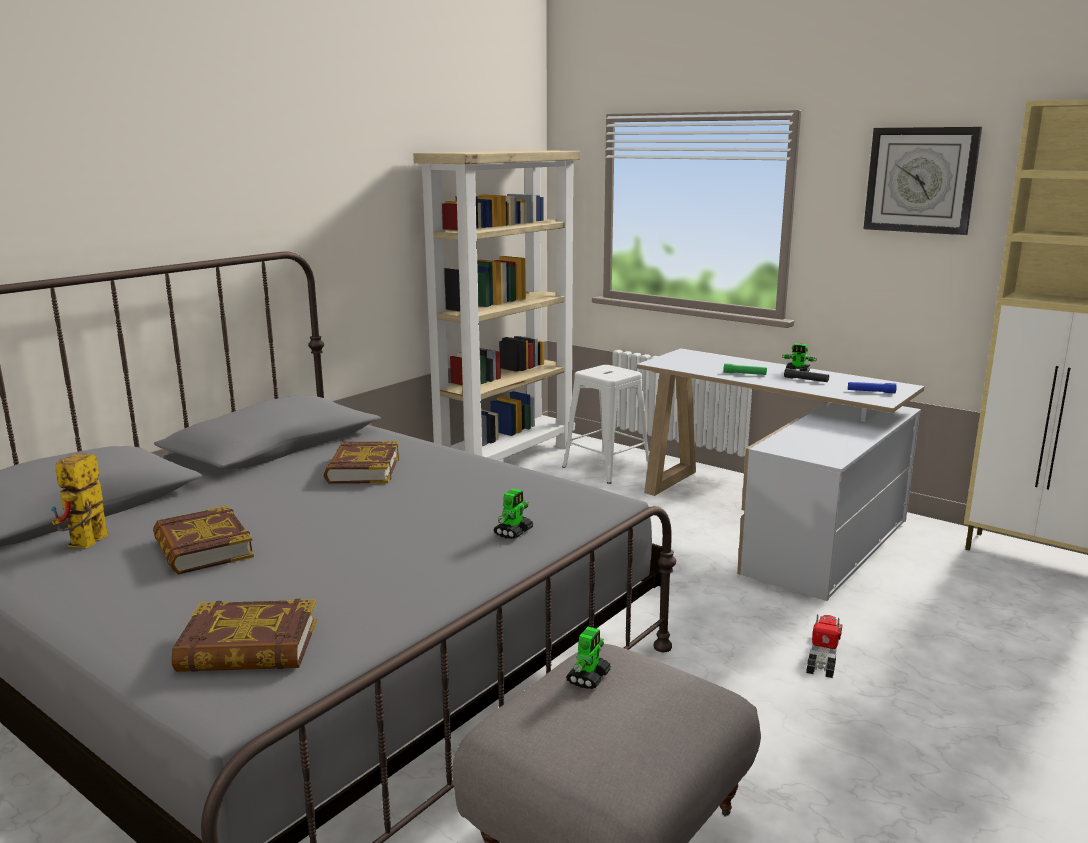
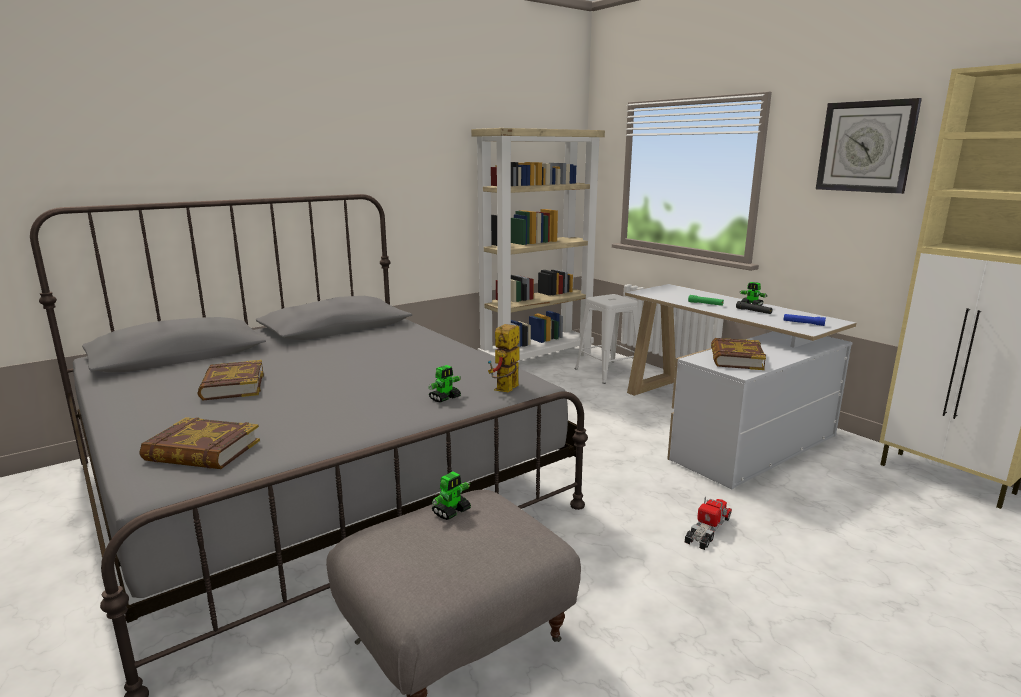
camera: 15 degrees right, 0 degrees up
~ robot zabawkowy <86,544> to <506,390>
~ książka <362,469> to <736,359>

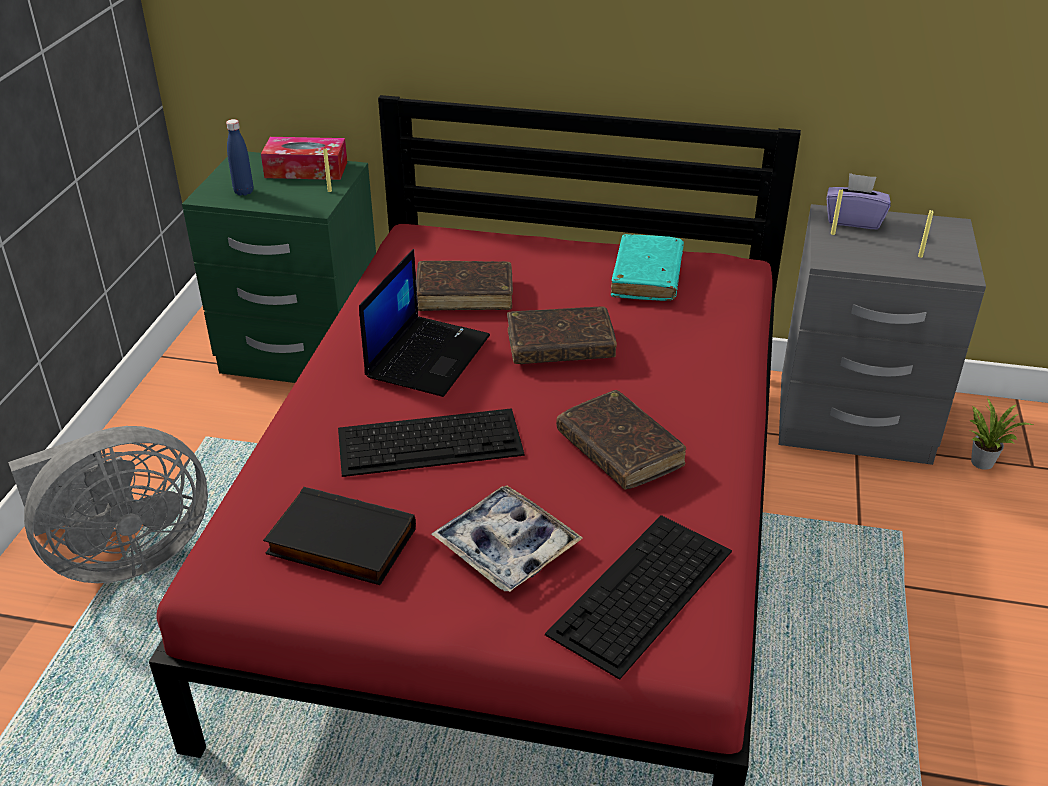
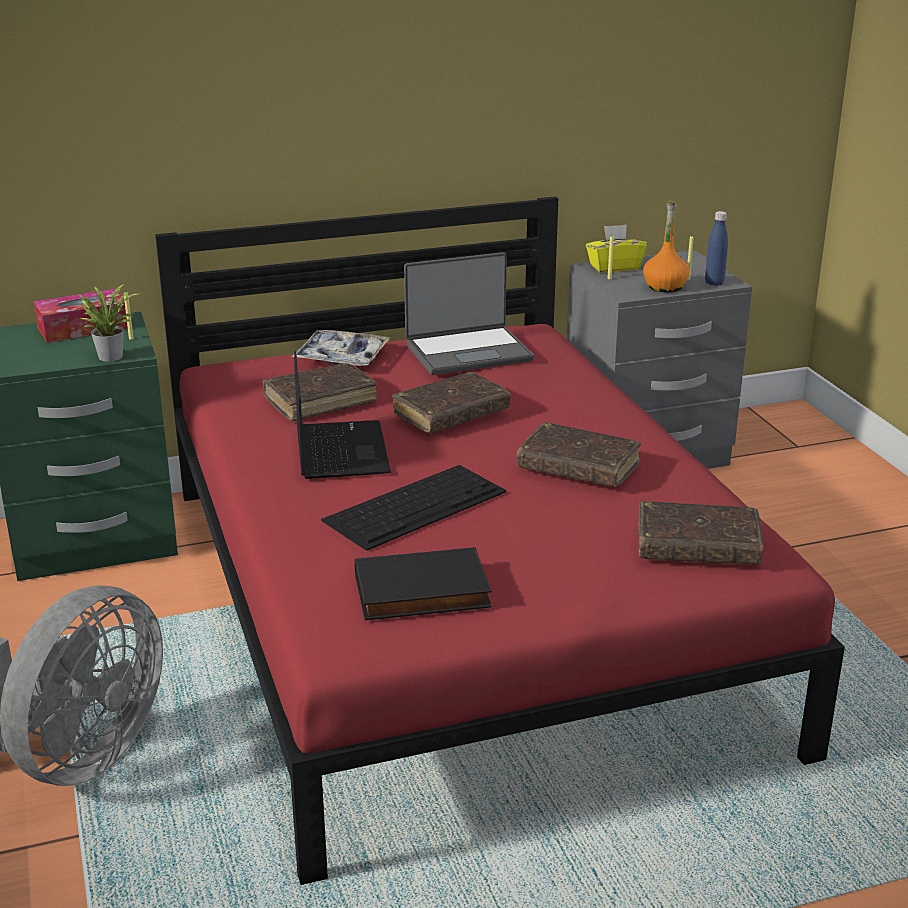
camera: 30 degrees left, 10 degrees down
~ roślina doniczkowa <982,460> to <110,355>
~ taca <506,547> to <342,357>
~ książka (turkusowy) <647,277> to laptop <468,352>
~ pudełko chusteczek (fioletowy) <853,220> to pudełko chusteczek (żółty) <614,267>
~ klawiatura <641,593> to książka (brązowy) <697,547>
+ butelka (pomarańczowy) <665,286>
~ butelka (niebieski) <244,192> to <714,283>

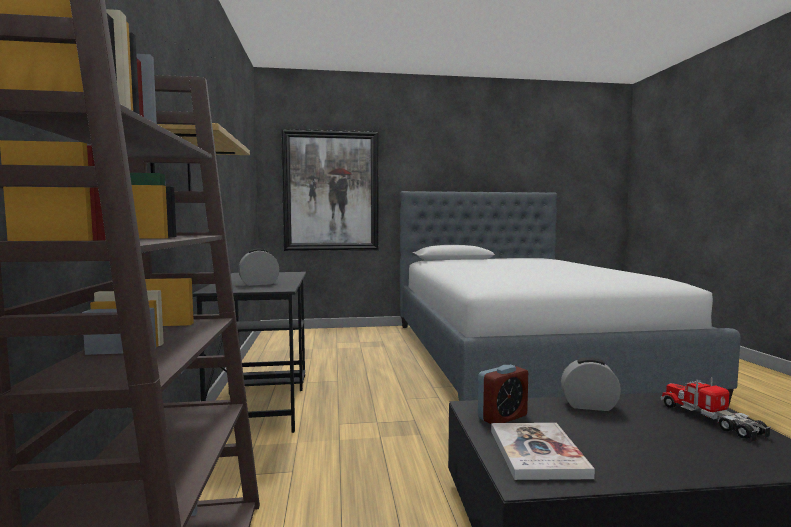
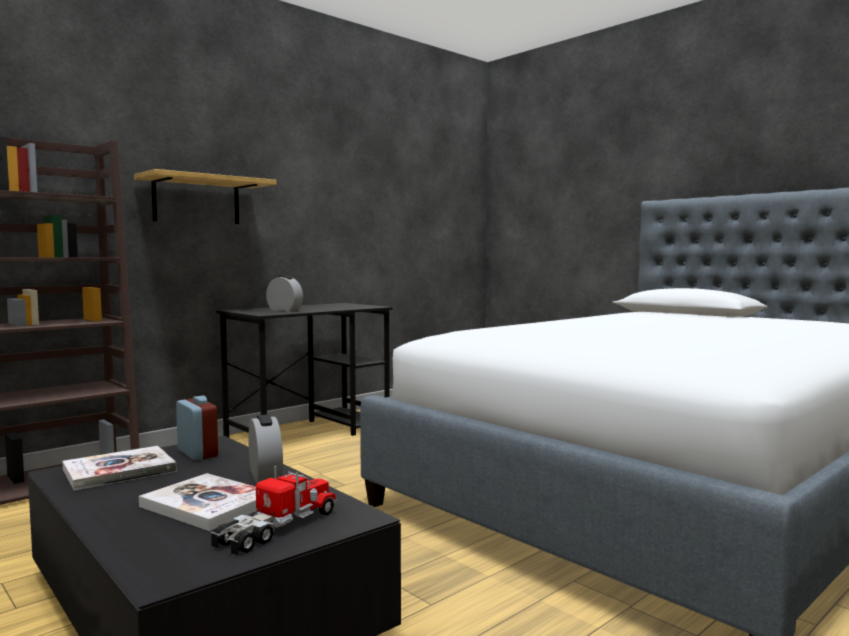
camera: 55 degrees right, 0 degrees up
+ książka <208,504>
~ budzik <502,417> = <197,453> 150 degrees counterclockwise
- obraz <331,191>

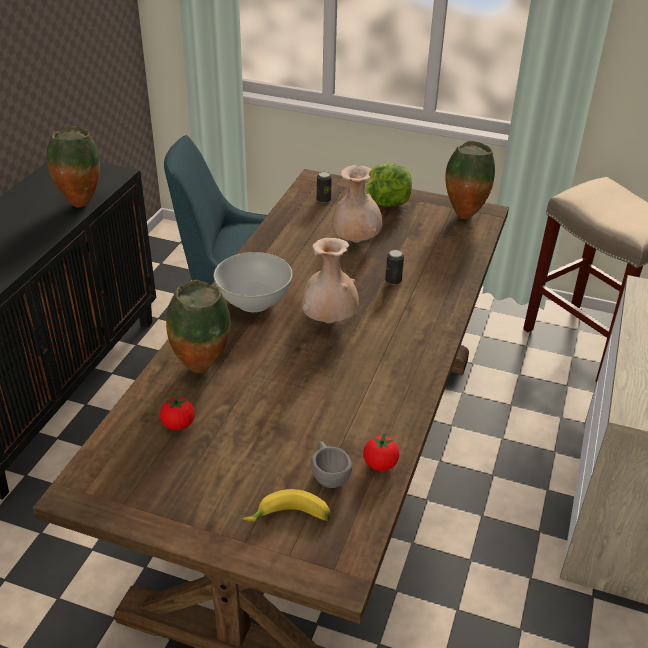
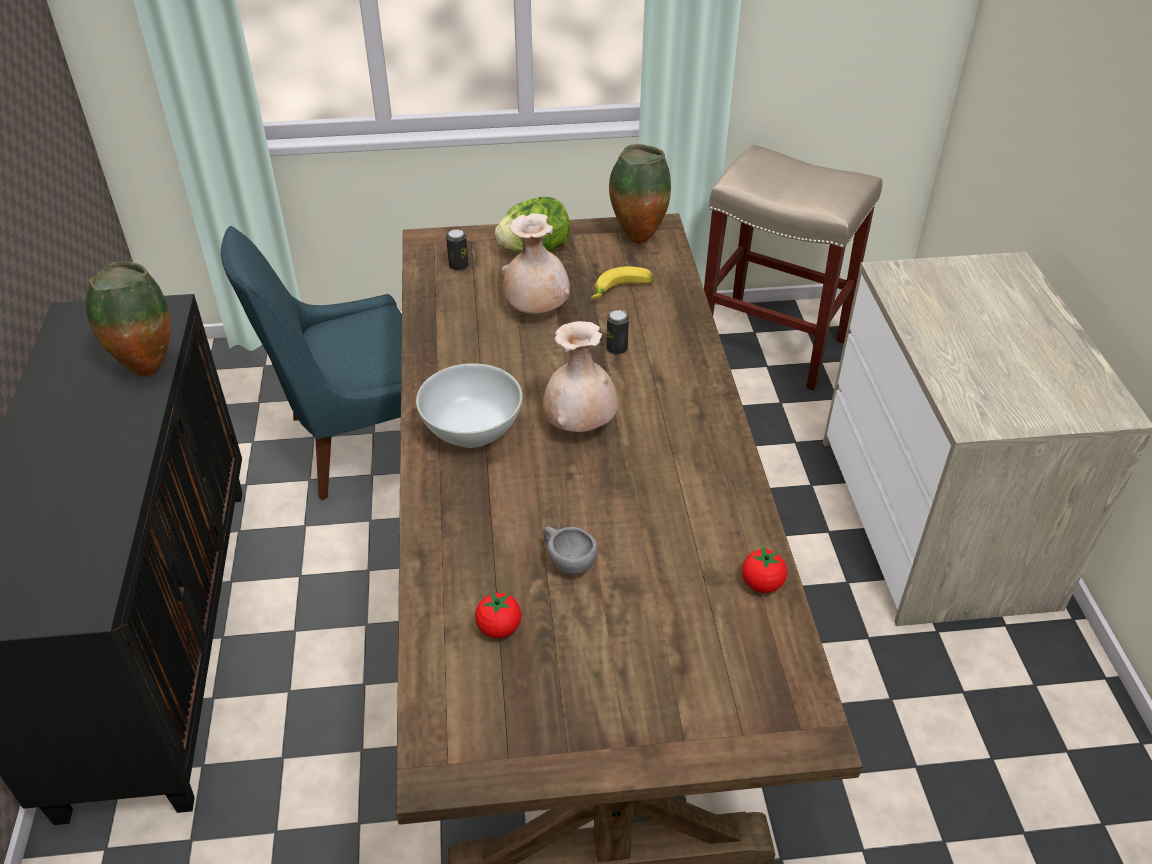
camera: 25 degrees left, 5 degrees up
~ filiżanka (szary) <328,475> to <567,561>
~ banan <289,519> to <622,292>
- wazon <202,367>

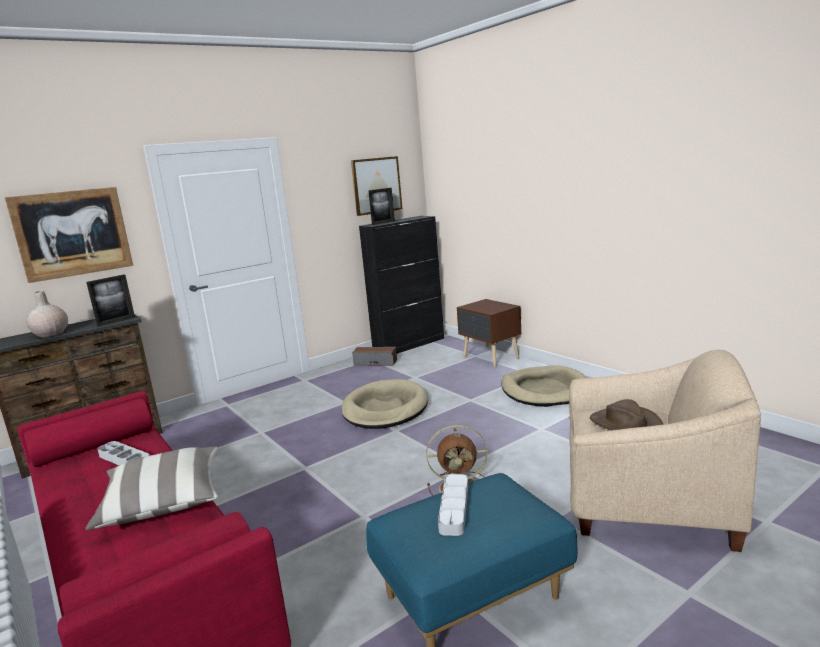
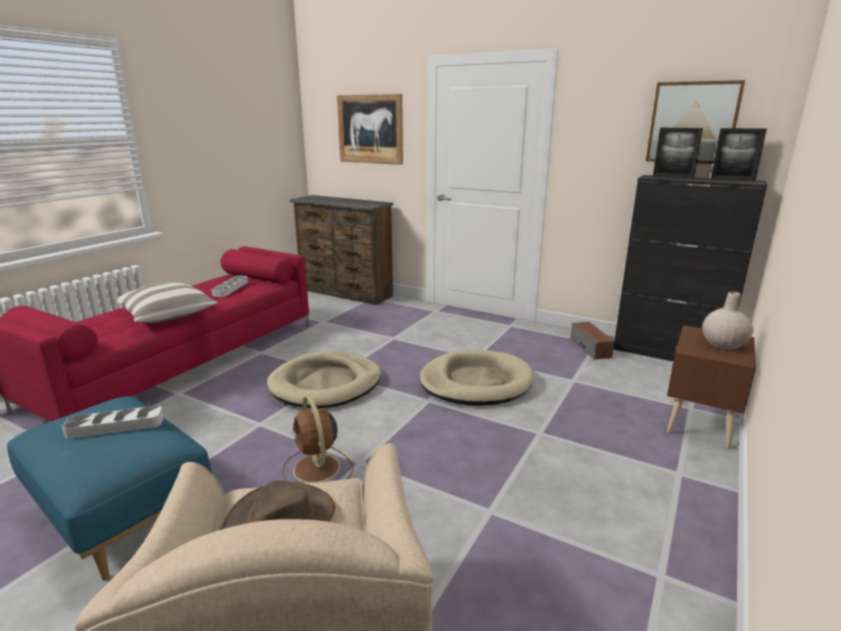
camera: 65 degrees right, 5 degrees up
~ legowisko (beżowy) <545,390> to <326,384>
~ wazon (beżowy) <50,334> to <723,344>
~ ramka na zdjęcie <116,321> to <732,180>

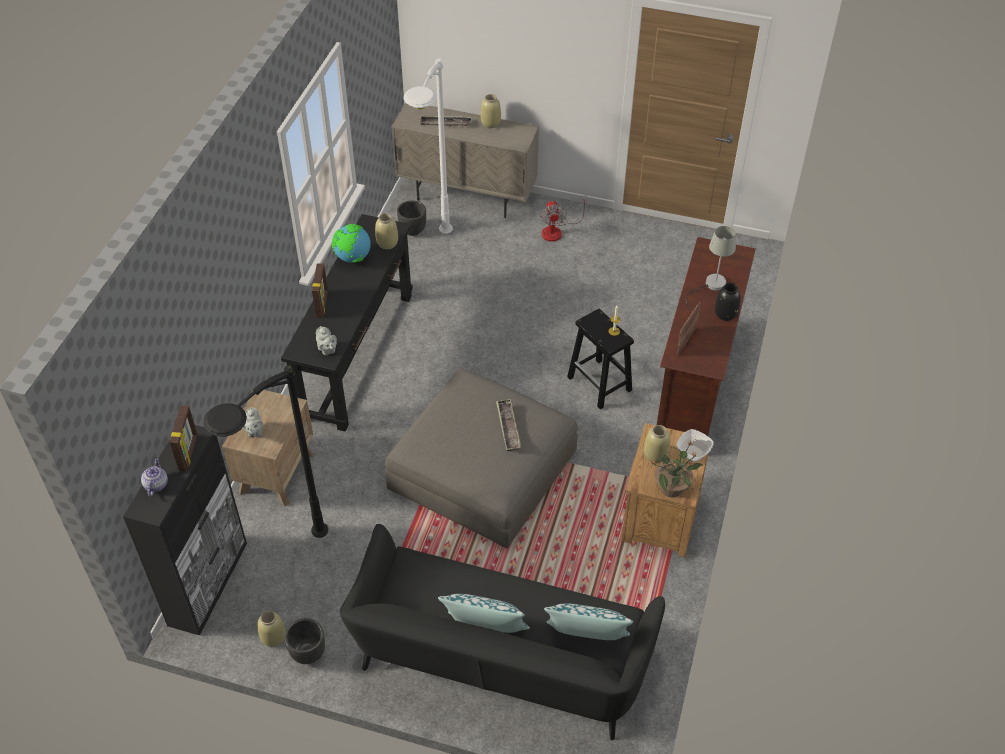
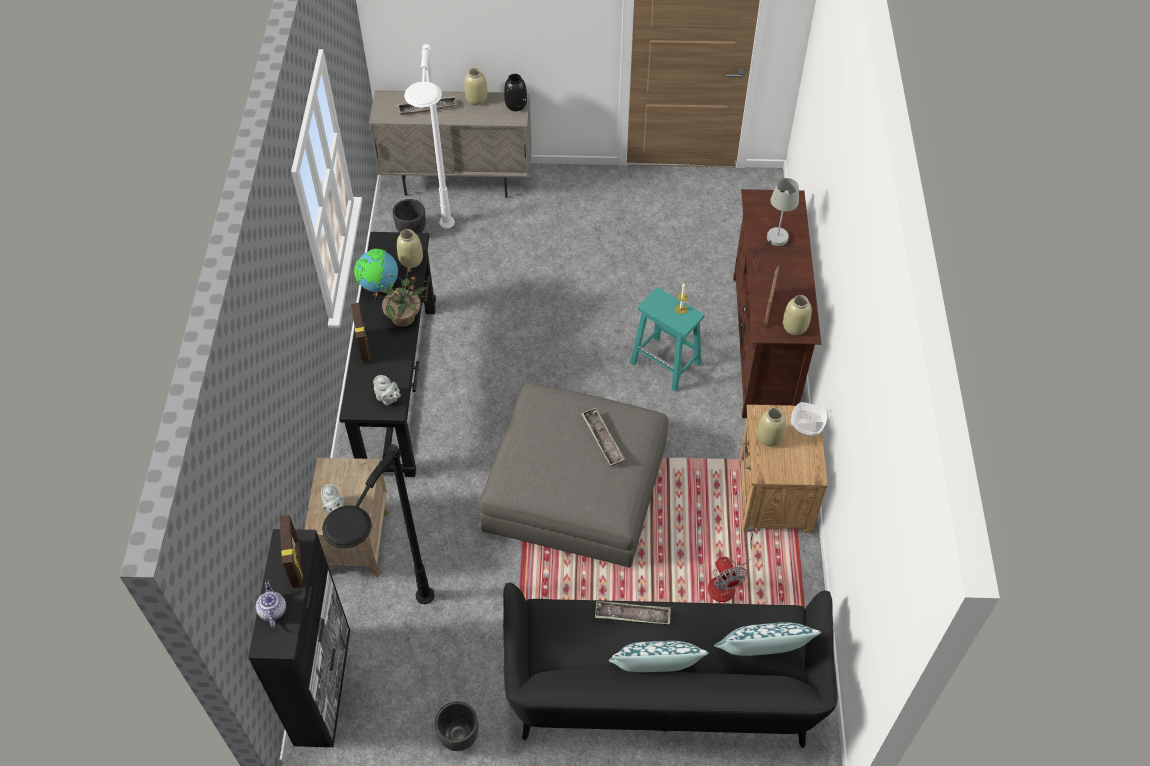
camera: 15 degrees left, 5 degrees up
~ roślina doniczkowa <672,488> to <404,317>
~ wazon (czarny) <725,314> to <515,105>
+ taca <632,615>
~ stołek (czarny) <600,384> to stołek (turkusowy) <666,364>
~ wentylator <557,230> to <726,581>
~ wazon (beżowy) <274,638> to <795,327>

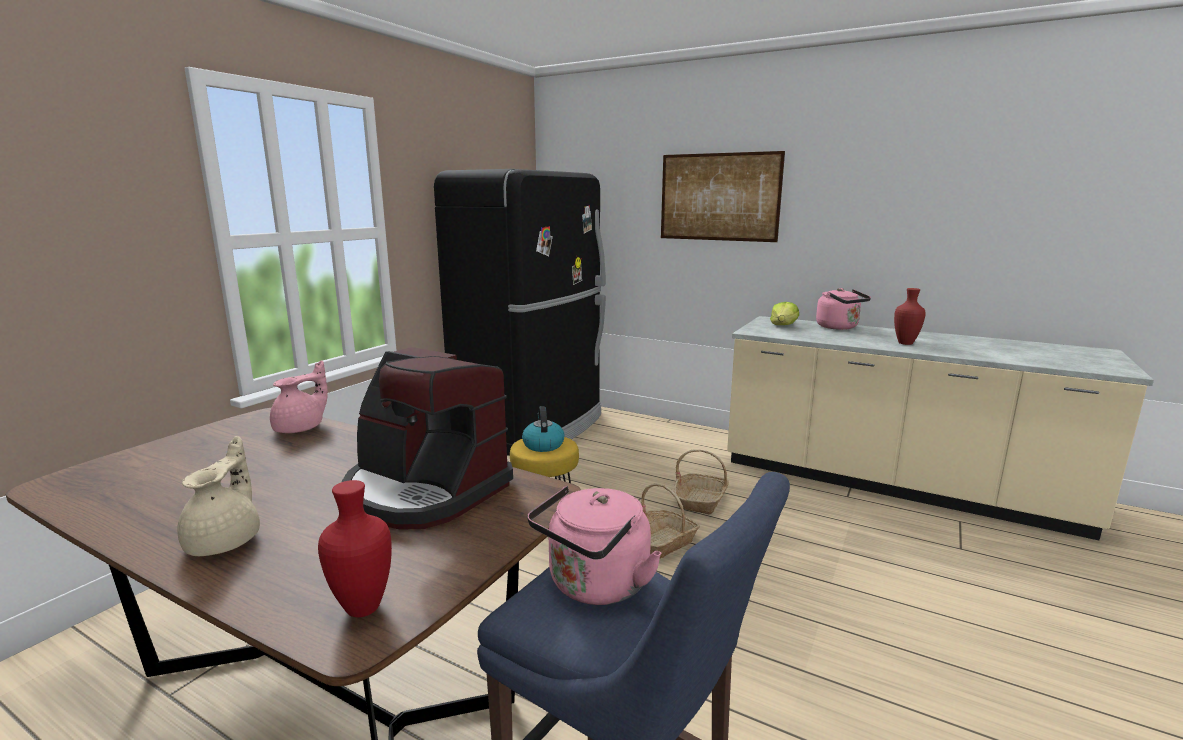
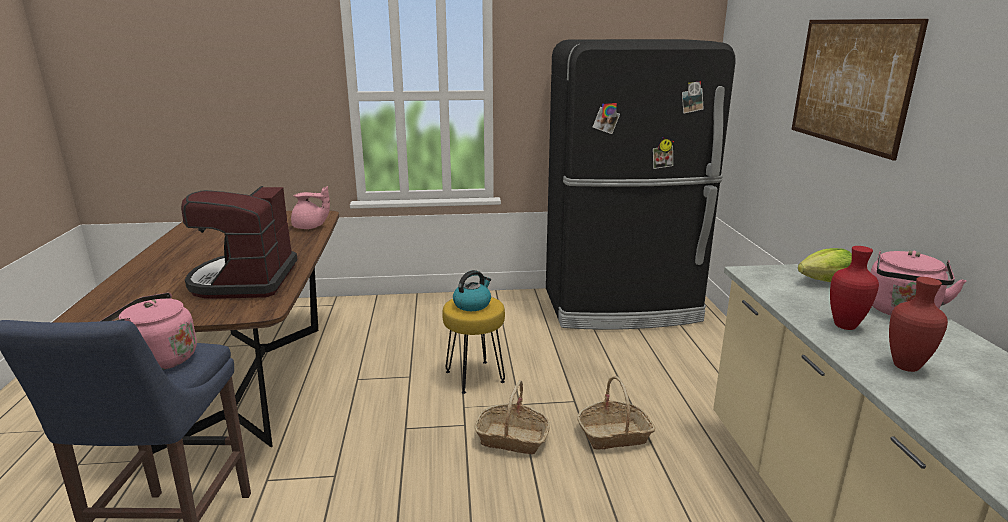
camera: 55 degrees right, 5 degrees up
~ wazon (czerwony) <364,609> to <845,326>
- imbryk (beżowy) <226,541>

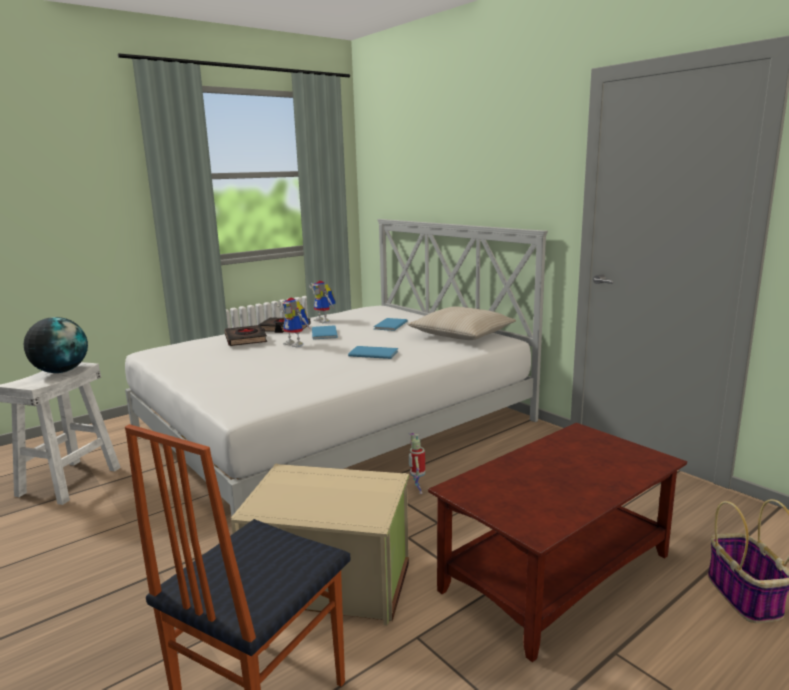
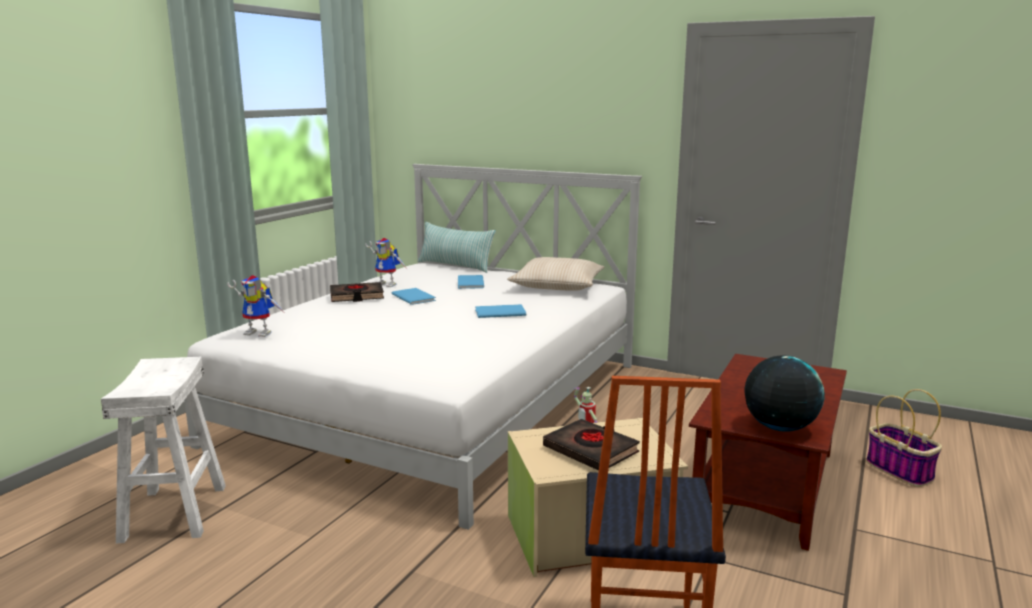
camera: 25 degrees left, 0 degrees up
~ robot zabawkowy <297,344> to <261,333>
+ poduszka <455,266>
~ książka (czarny) <246,339> to <591,450>
~ globus <61,371> to <779,427>

